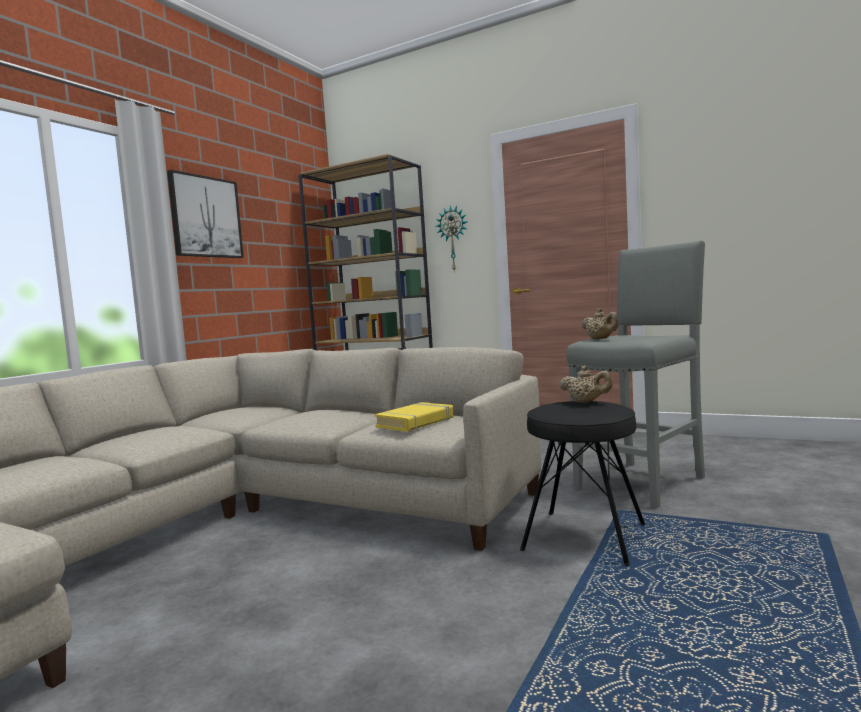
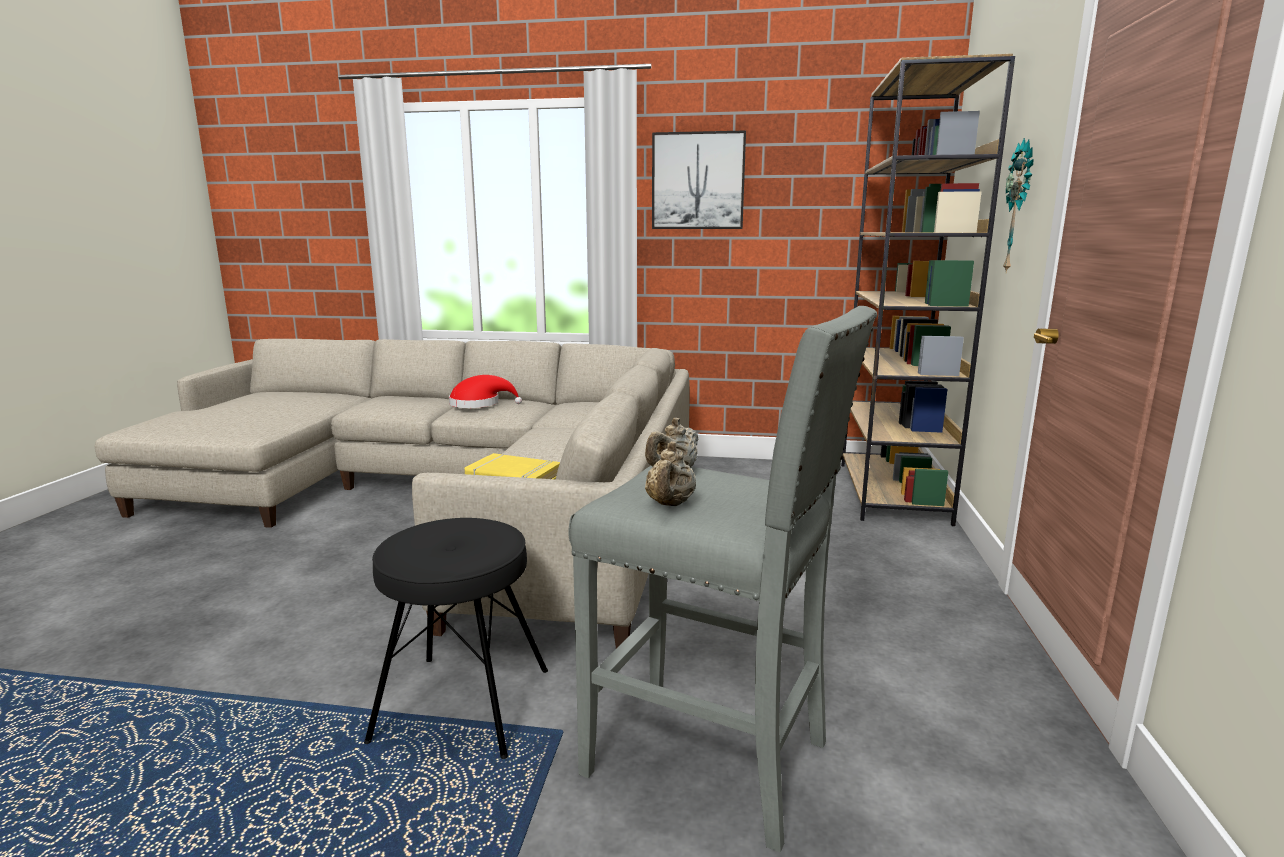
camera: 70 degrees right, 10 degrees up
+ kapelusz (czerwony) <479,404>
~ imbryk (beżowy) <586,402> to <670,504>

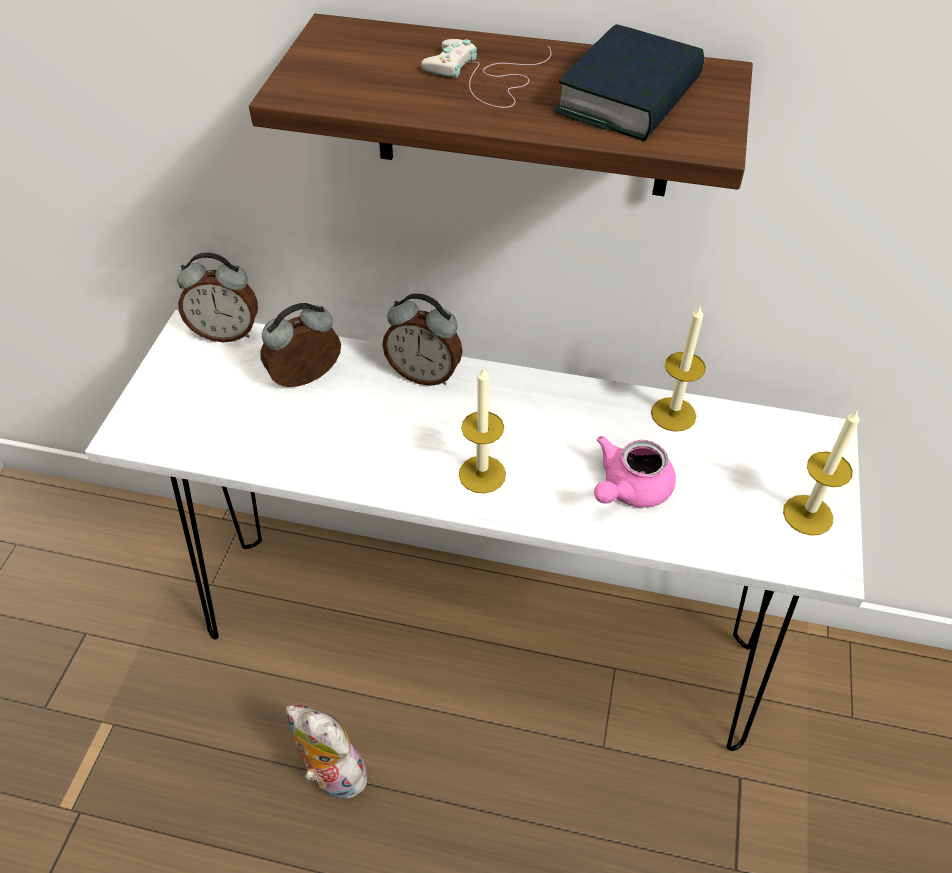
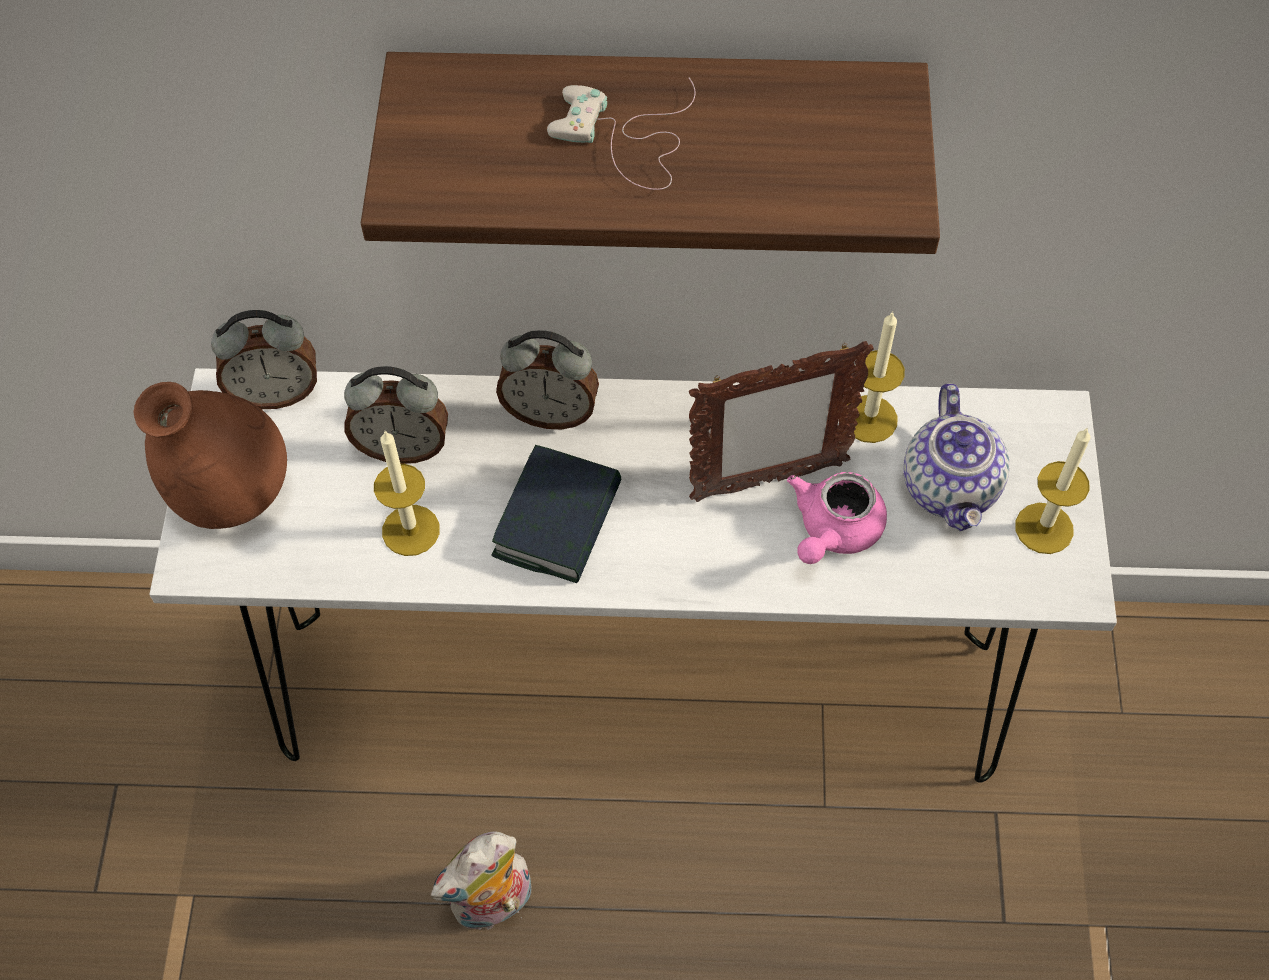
camera: 10 degrees left, 10 degrees up
+ wazon (brązowy) <233,496>
~ budzik <307,380> = <403,446> 135 degrees counterclockwise
~ świeca <482,474> to <411,530>
~ pluszak <331,774> = <493,904> 60 degrees counterclockwise
~ książka <629,97> to <558,521>
+ ramka na zdjęcie <767,481>
+ imbryk <951,487>

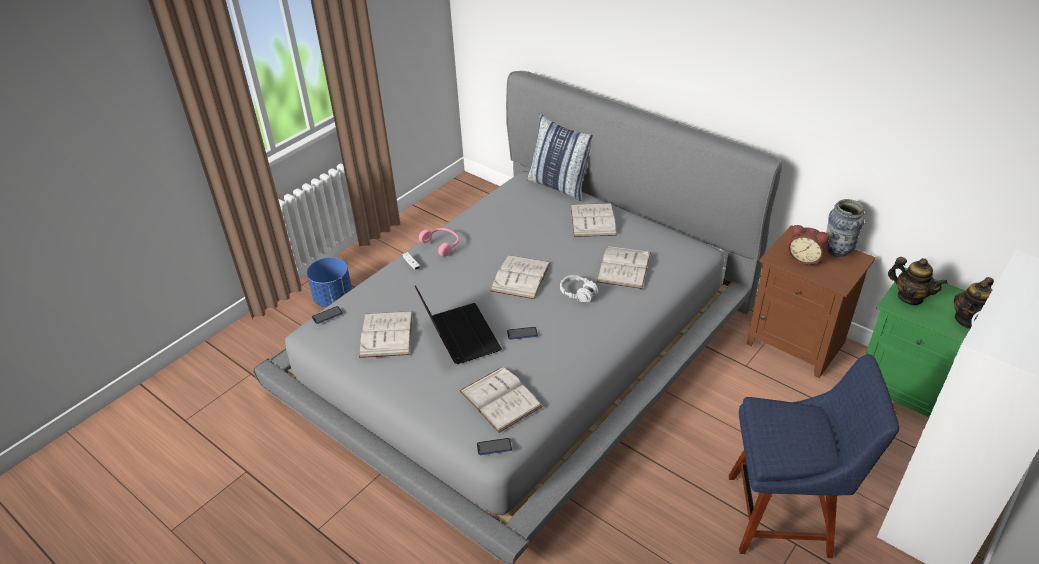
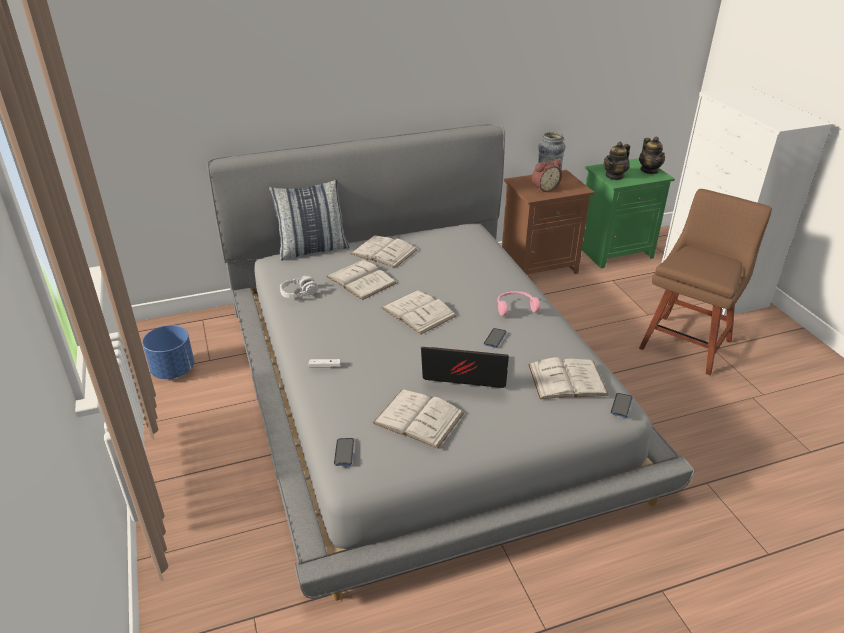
camera: 60 degrees left, 5 degrees down
~ donica (niebieski) <334,298> to <173,370>
~ słuchawki (szary) <578,293> to <299,293>
~ książka (biały) <624,267> to <361,280>
~ słuchawki (różowy) <442,244> to <515,307>
~ imbryk <910,297> = <614,176> 150 degrees clockwise
~ krzesło (niebieski) <785,515> to krzesło (brązowy) <687,342>

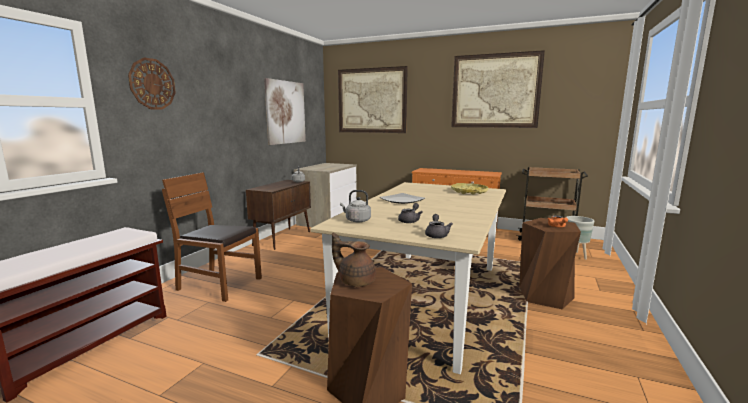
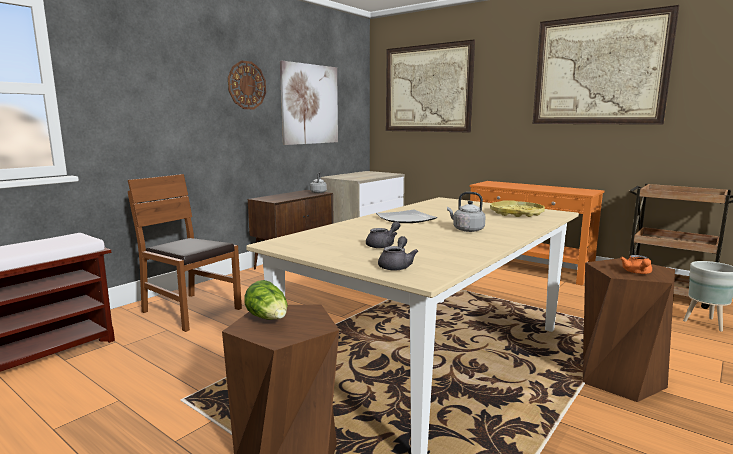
camera: 15 degrees right, 0 degrees up
~ zegar ścienny <152,84> to <246,85>
~ imbryk (brązowy) <355,281> to sałata <269,318>
~ czajnik (szary) <356,220> to <466,230>

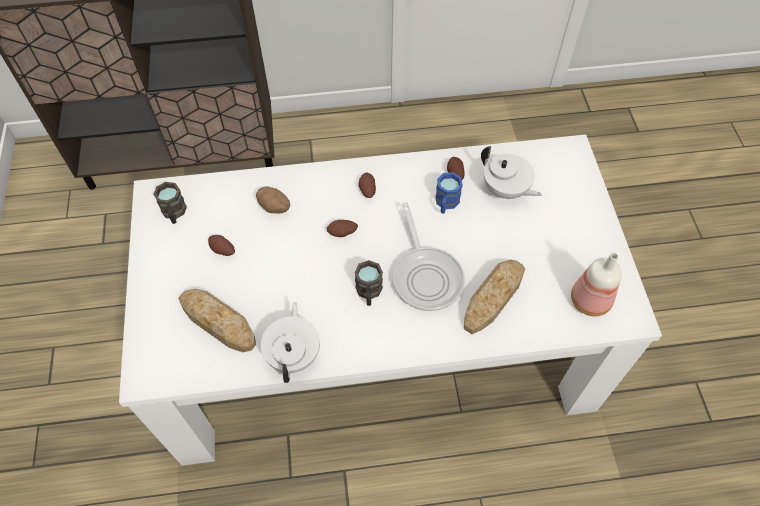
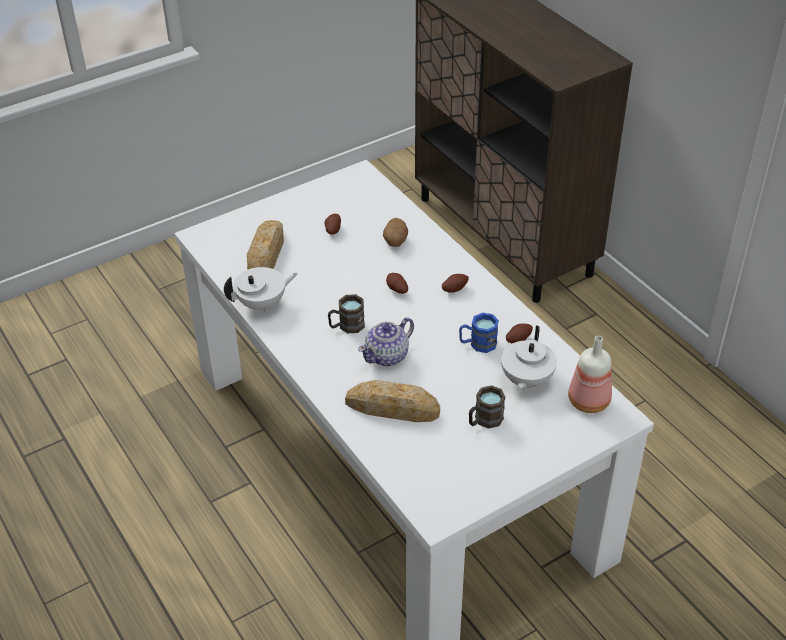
camera: 65 degrees right, 15 degrees down
~ patelnia <426,276> to imbryk <387,356>
~ kubek (brązowy) <174,213> to <484,420>
~ butelka <591,301> to <589,402>

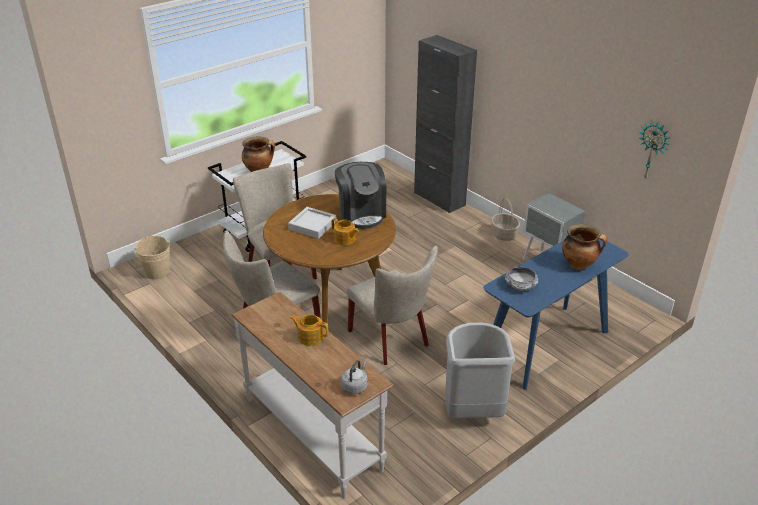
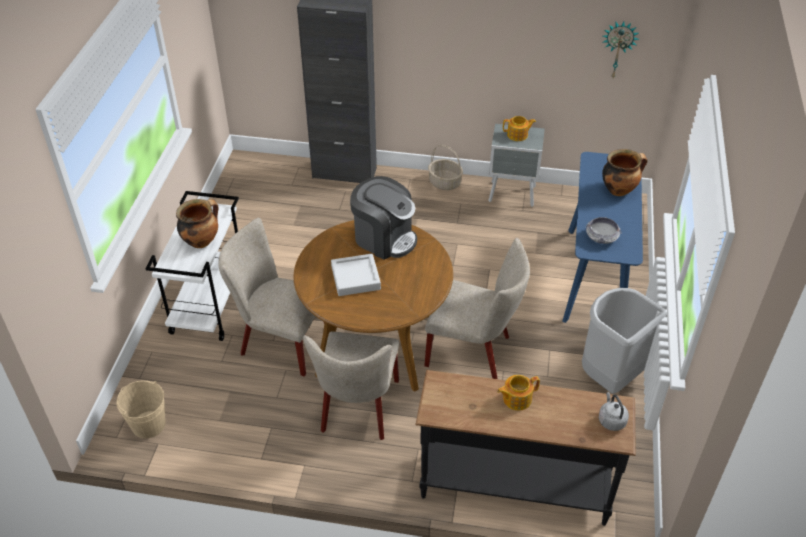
camera: 40 degrees left, 10 degrees up
~ stolik konsolowy (biały) <314,433> to stolik konsolowy (czarny) <514,486>
~ imbryk <345,239> to <518,135>

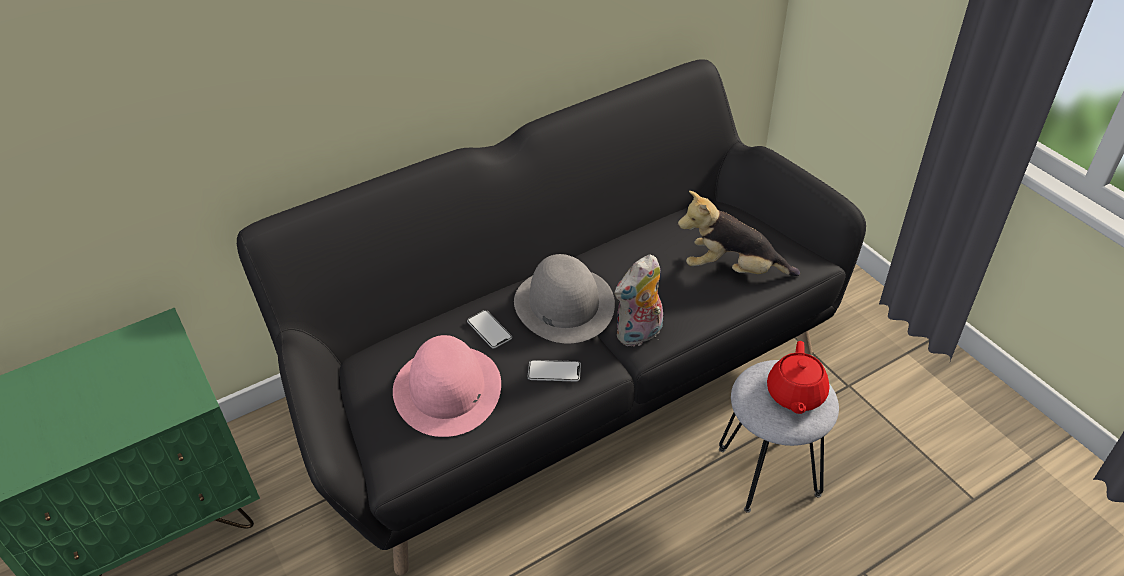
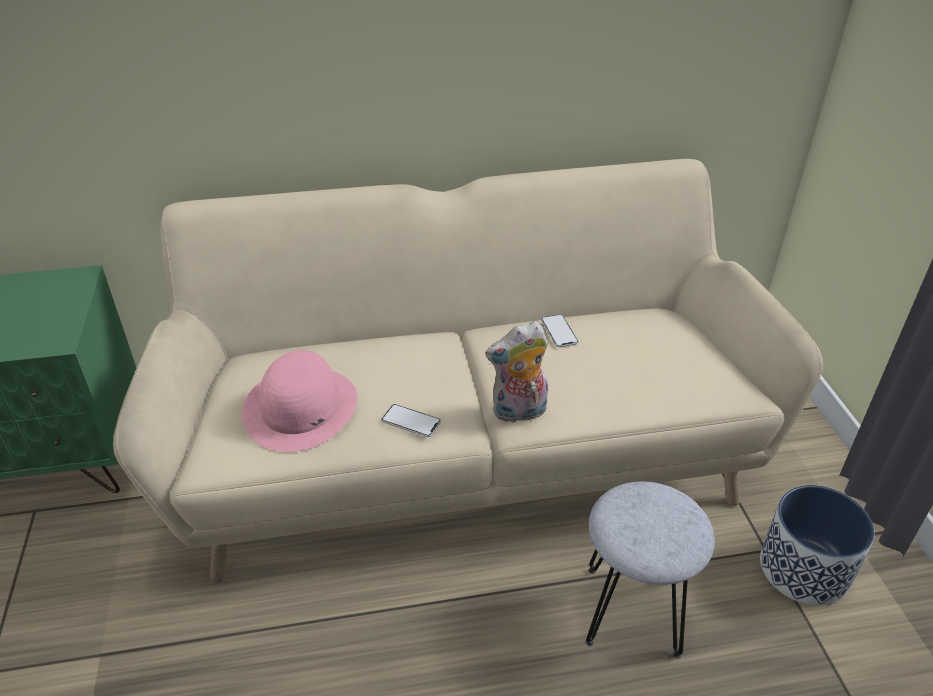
camera: 20 degrees right, 5 degrees down
~ kanapa (czarny) <565,381> to kanapa (beżowy) <466,453>
~ telefon <489,330> to <559,331>
+ donica <803,569>
- kapelusz (szary) <563,304>
- pluszak <732,269>
- imbryk (czerwony) <795,395>

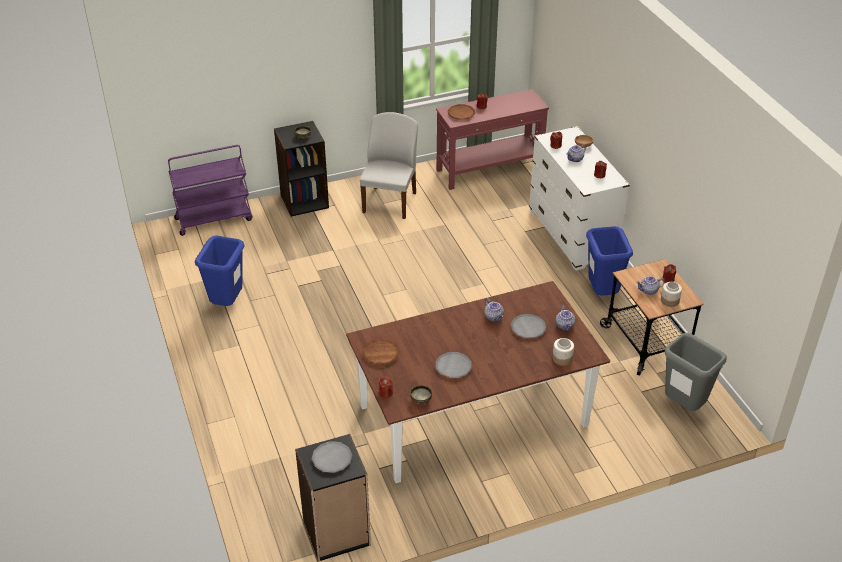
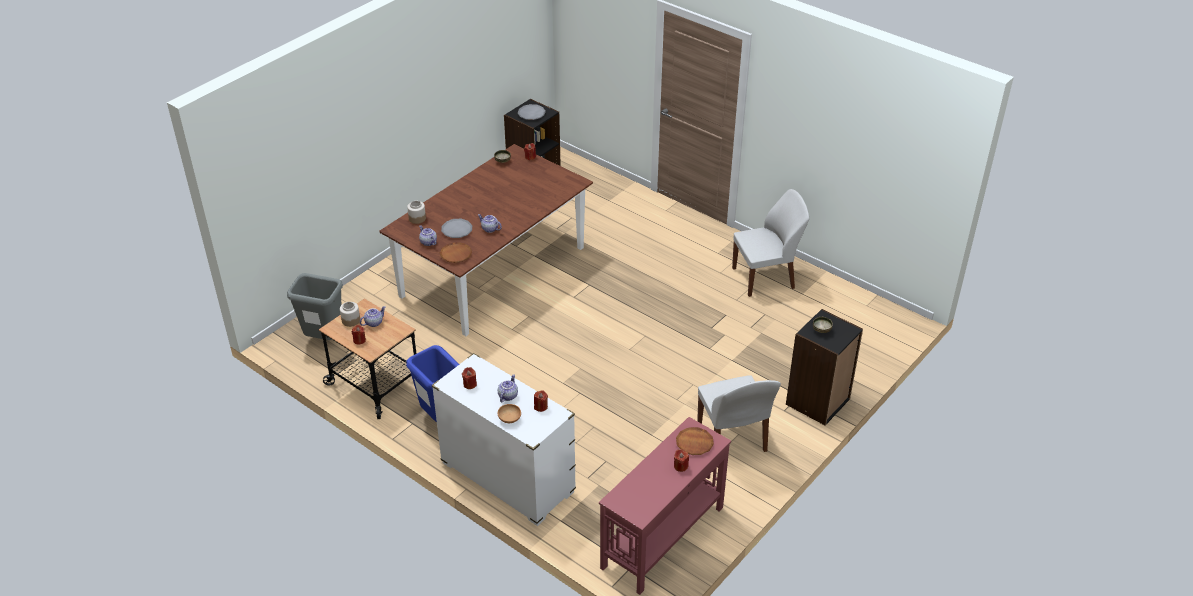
camera: 150 degrees right, 0 degrees up
~ talerz (brązowy) <380,354> to <456,254>
~ kosz na śmieci (niebieski) <227,303> to krzesło (biały) <765,278>
- wózek (fioletowy) <214,219>
- talerz (szary) <453,367>

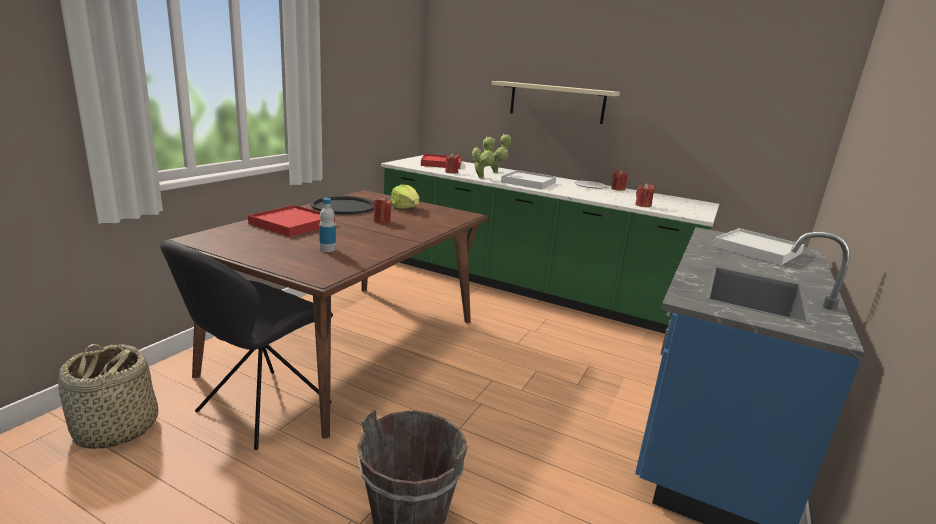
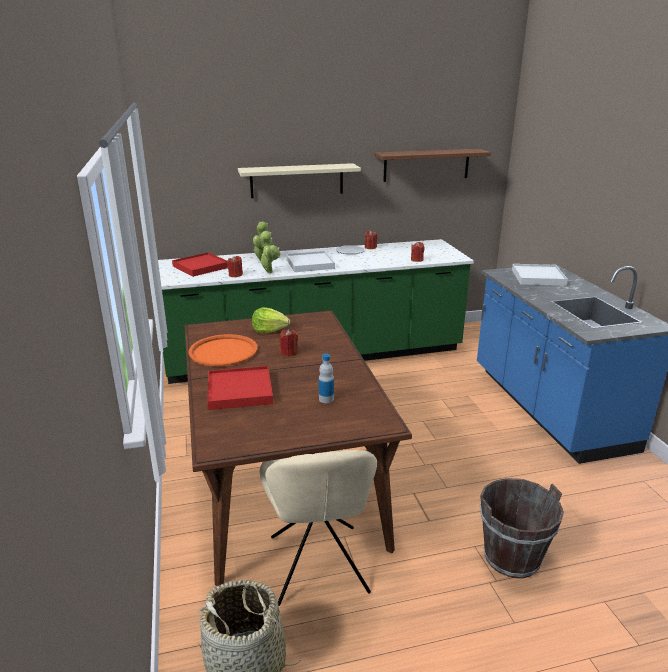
camera: 40 degrees left, 5 degrees up
~ taca (czarny) <343,206> to taca (pomarańczowy) <223,351>
~ krzesło (czarny) <260,410> to krzesło (beżowy) <318,567>
+ półka (brązowy) <426,165>

